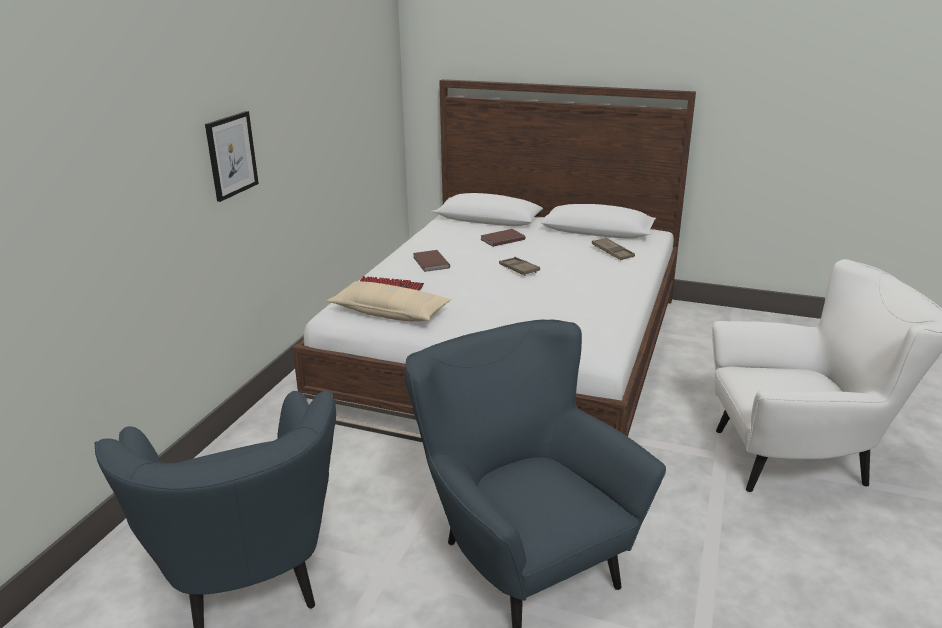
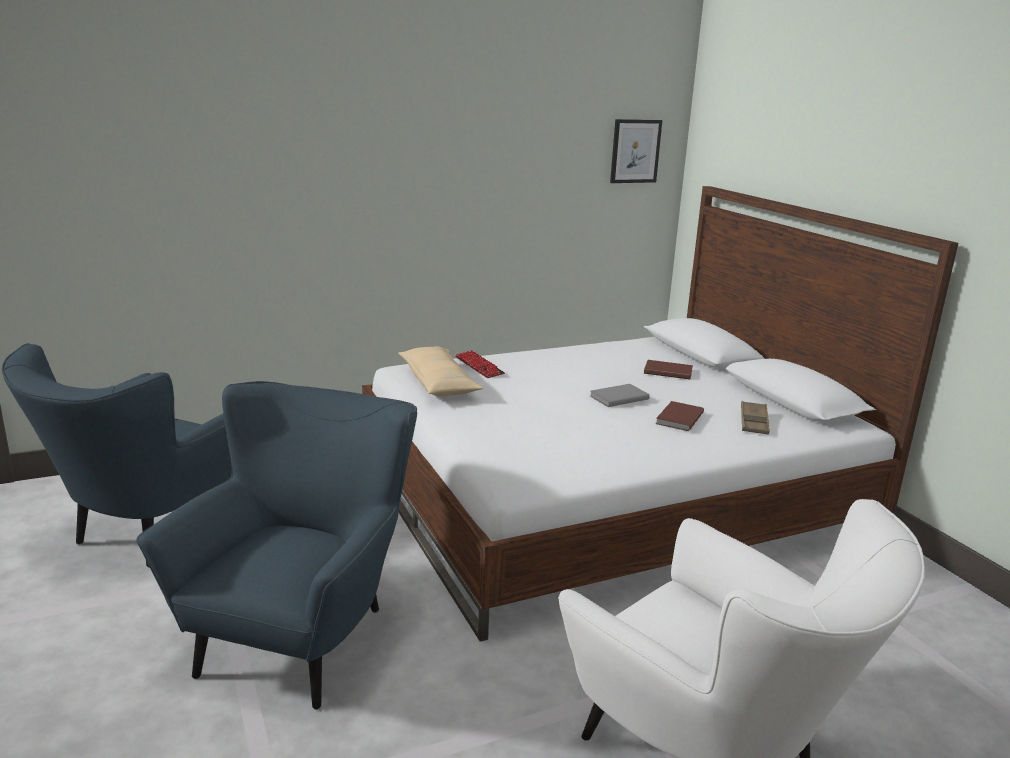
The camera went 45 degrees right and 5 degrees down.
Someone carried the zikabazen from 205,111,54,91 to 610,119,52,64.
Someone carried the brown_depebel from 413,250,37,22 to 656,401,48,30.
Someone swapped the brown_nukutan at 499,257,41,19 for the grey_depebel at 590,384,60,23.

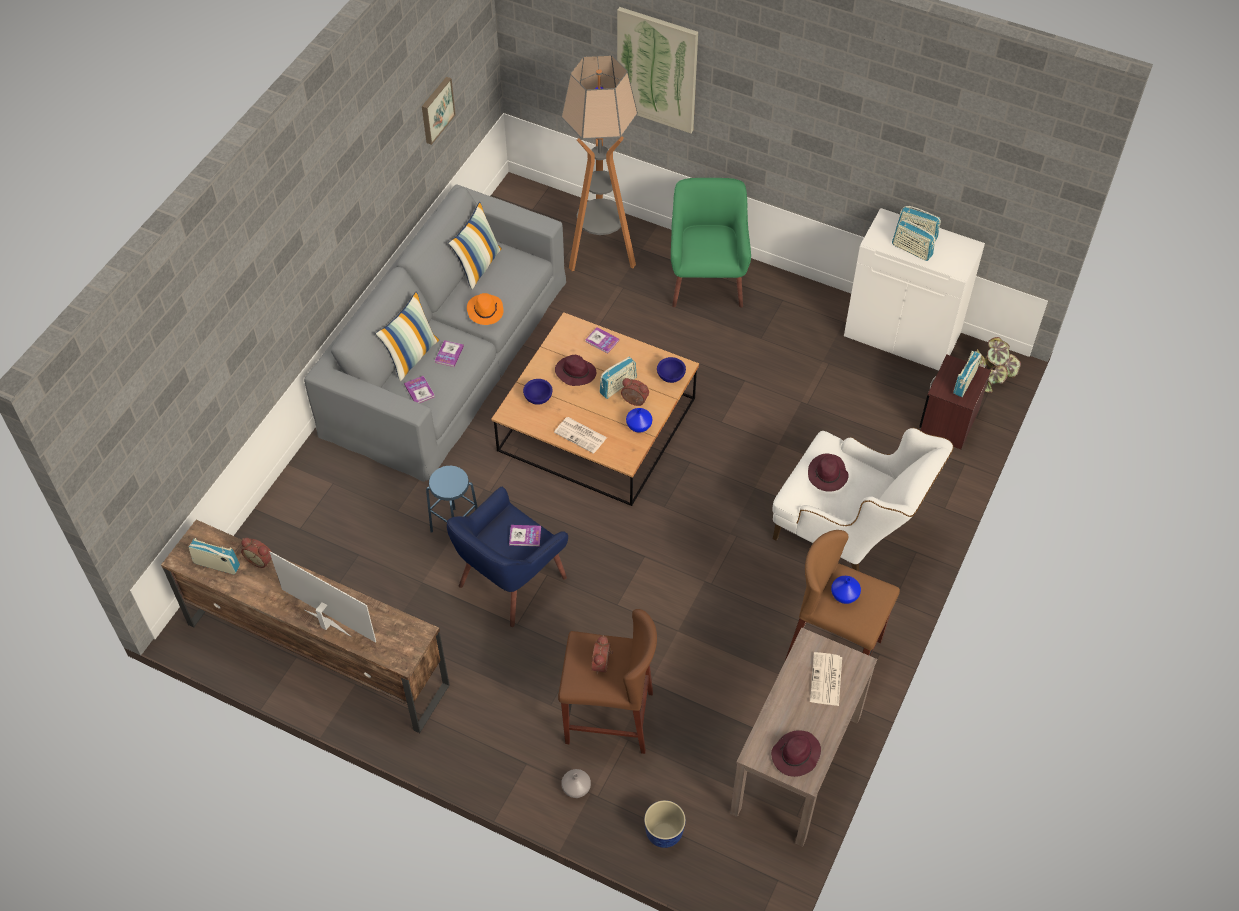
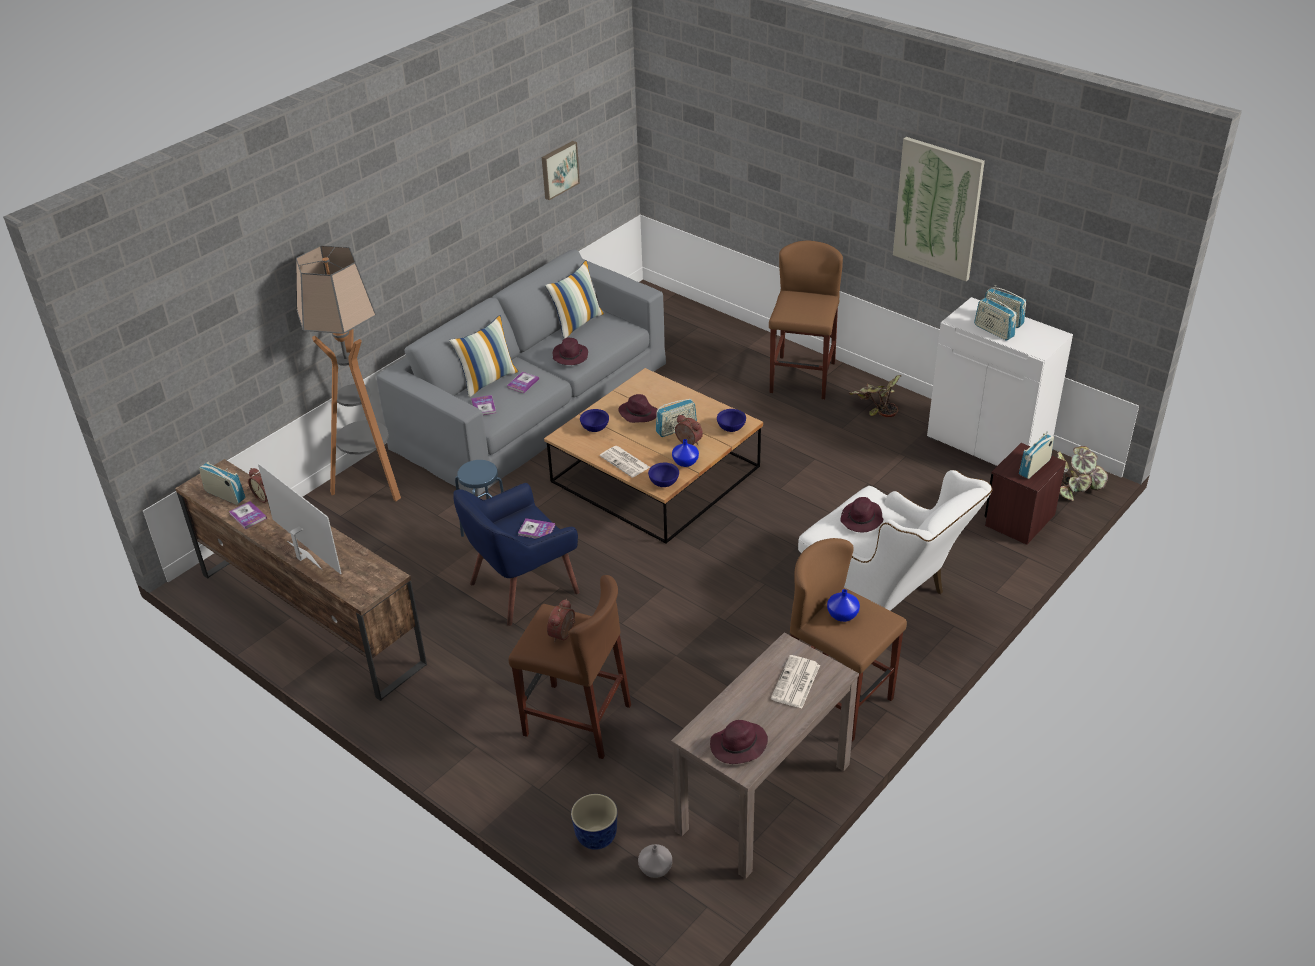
The camera went 15 degrees right and 15 degrees down.
Someone repainted the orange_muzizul at 467,293,36,32, which became the purple_muzizul at 553,337,35,28.
Someone carried the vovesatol from 561,55,77,216 to 296,245,105,256.
Someone carried the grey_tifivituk from 561,769,30,29 to 638,844,34,34.
Someone carried the depebel from 585,327,34,27 to 229,501,38,28.
Someone carried the zikabazen from 617,7,81,127 to 893,137,92,144.
Someone swapped the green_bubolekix at 671,178,80,130 for the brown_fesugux at 769,240,74,159.
Someone put down the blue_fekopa at 648,463,31,24.
Someone put down the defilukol at 849,375,53,42.

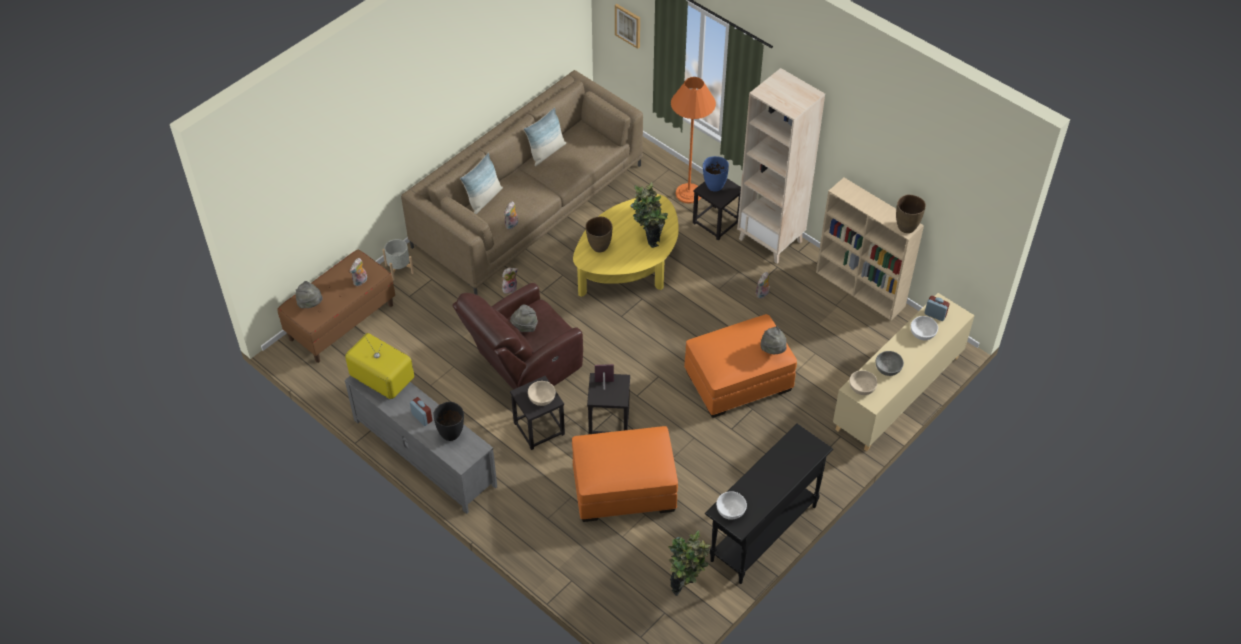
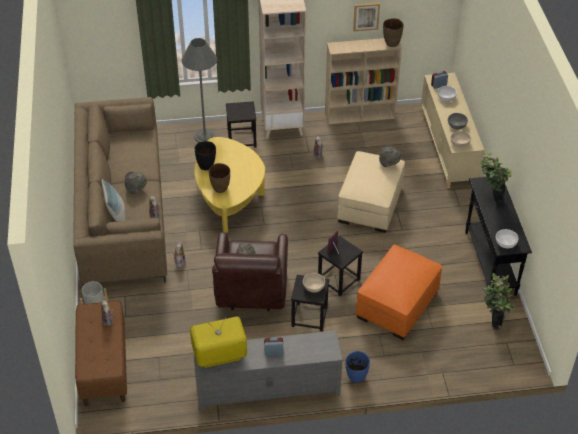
The camera went 50 degrees left and 5 degrees down.
Someone carried the grey_muzizul from 296,281,27,27 to 125,172,22,22.
Someone carried the black_tifivituk from 433,402,31,39 to 195,141,21,29.
Someone took away the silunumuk at 524,107,42,59.
Someone carried the zikabazen from 615,4,25,45 to 353,3,27,29.
Someone carried the defilukol from 631,182,37,66 to 480,153,33,50.
Someone repainted the orange_vovesatol at 671,77,45,127, which became the grey_vovesatol at 182,38,35,105.
Someone repainted the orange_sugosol at 684,314,113,104, which became the beige_sugosol at 337,151,68,82.
Someone carried the blue_tifivituk from 703,156,26,36 to 345,351,25,32.

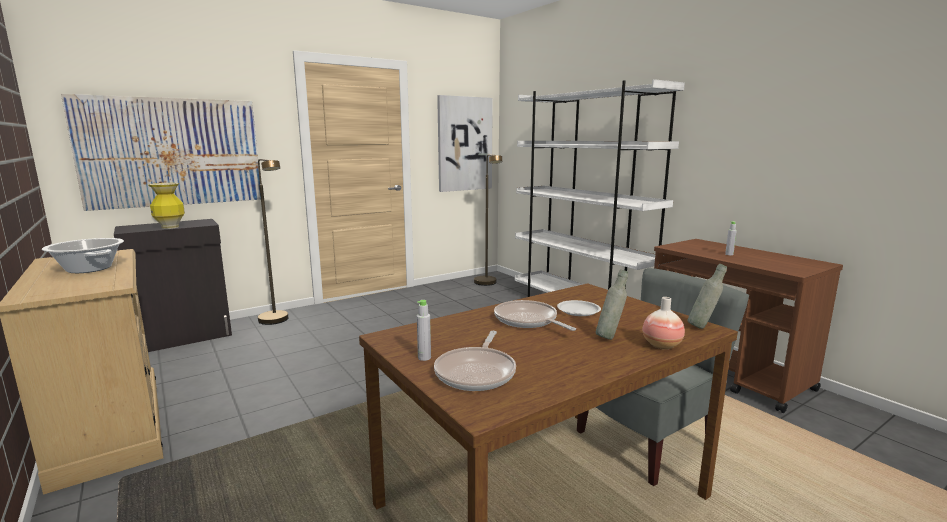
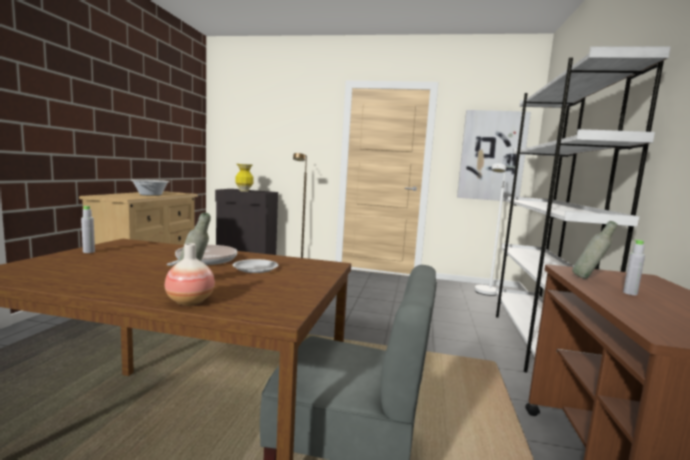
The camera went 45 degrees right and 5 degrees down.
Someone took away the zikabazen at 61,94,200,117.
Someone took away the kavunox at 434,331,82,60.
Someone repainted the brown_vovesatol at 474,154,28,132, which became the white_vovesatol at 474,163,33,133.
Someone carried the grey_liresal from 688,264,39,65 to 572,221,45,58.

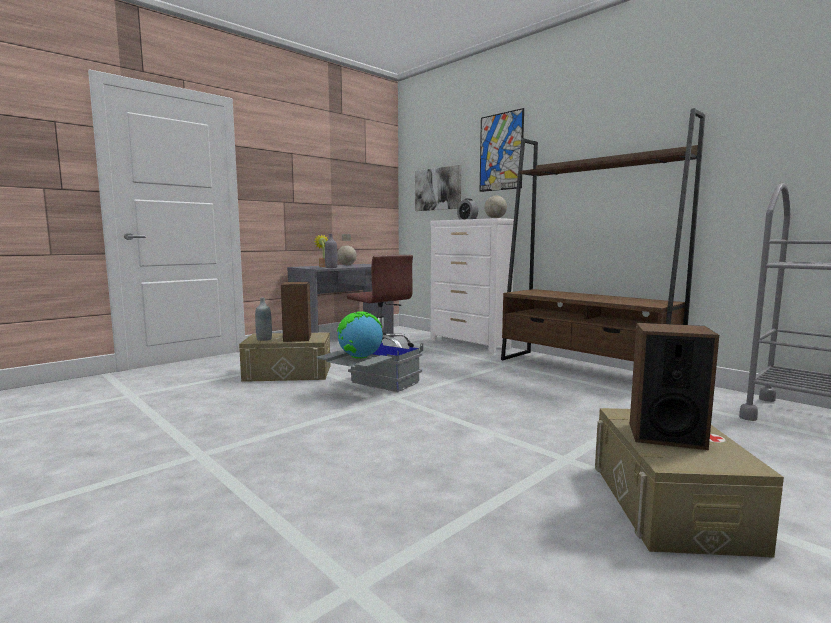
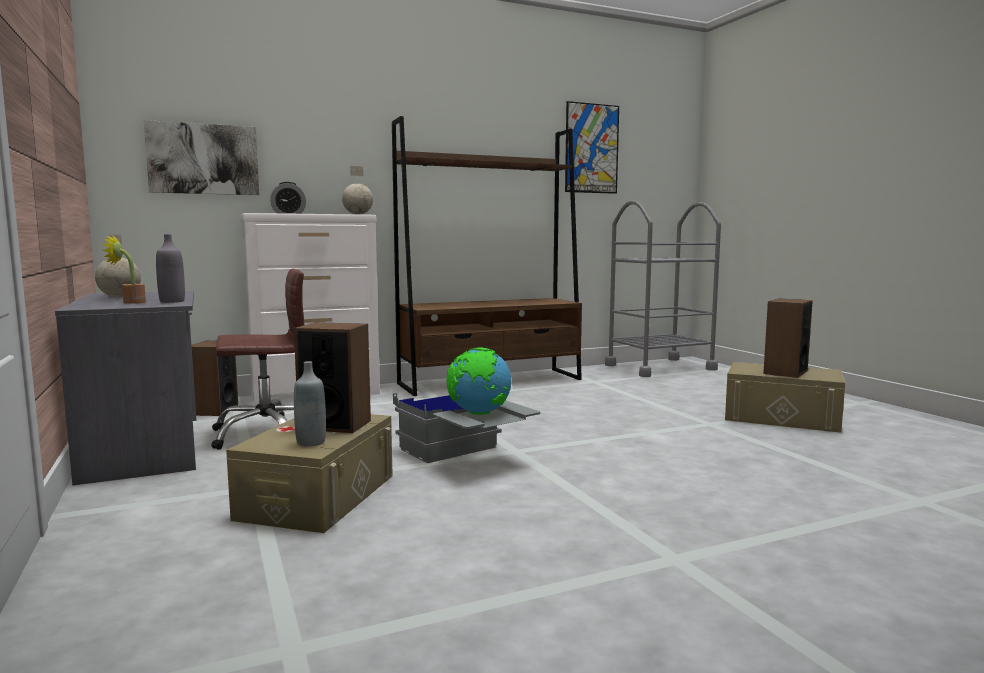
The camera went 70 degrees left and 0 degrees up.
Someone carried the zikabazen from 480,108,44,84 to 565,101,54,93.
Someone put down the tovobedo at 191,341,47,75.

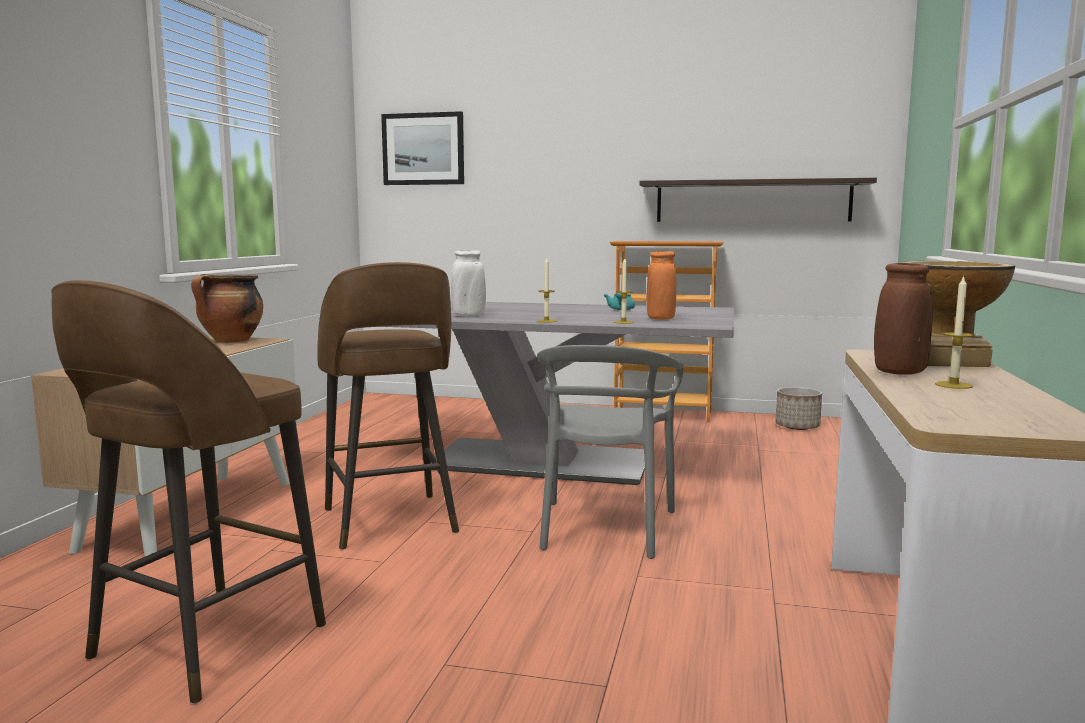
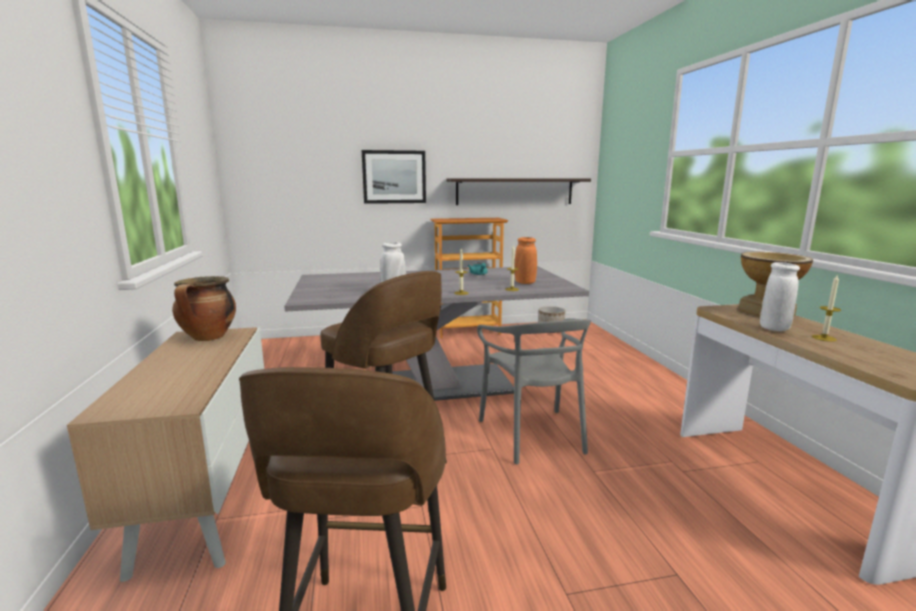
The camera went 25 degrees left and 5 degrees up.
Someone carried the zikabazen from 381,111,83,74 to 362,150,64,54.
Someone repainted the brown_tifivituk at 874,263,58,112, which became the white_tifivituk at 760,262,40,69.

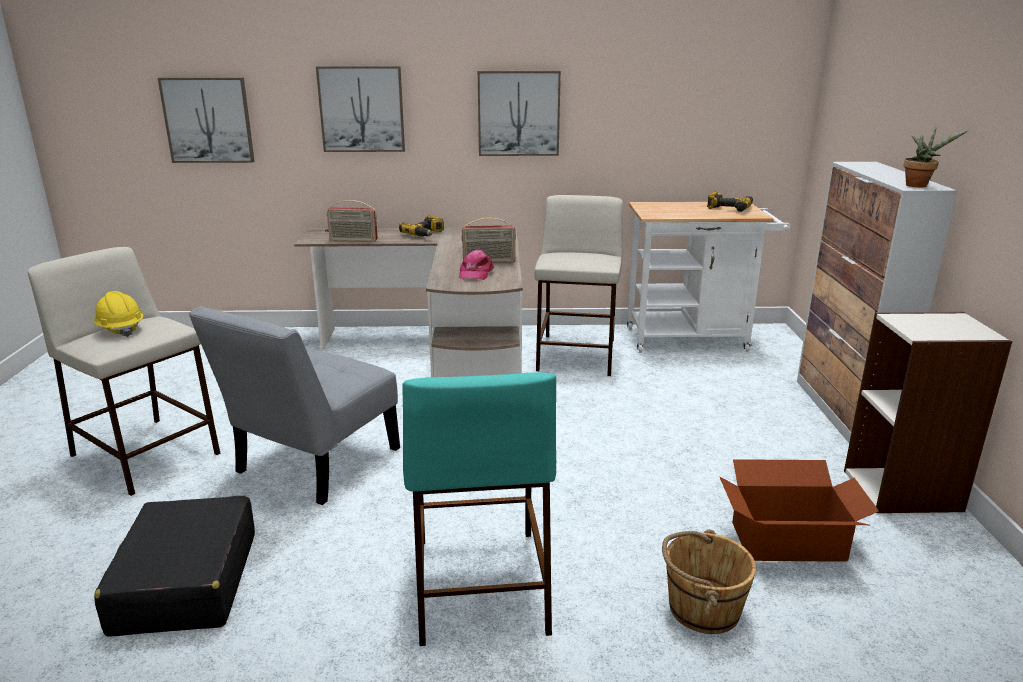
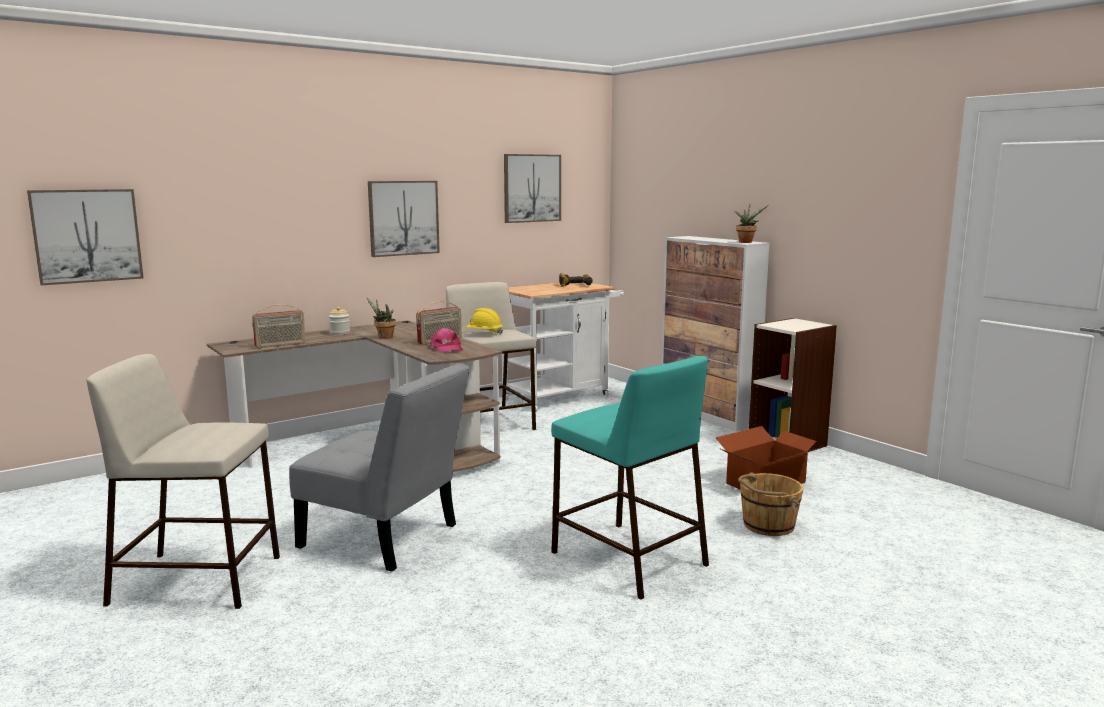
The camera went 35 degrees left and 10 degrees down.
Someone carried the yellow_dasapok from 94,291,49,46 to 465,308,38,27.
Someone took away the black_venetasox at 94,496,161,141.
Someone rotated the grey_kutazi at 189,306,211,199 by 60 degrees counterclockwise.
Someone carried the zikabazen from 316,66,89,86 to 504,154,57,69.
Someone swapped the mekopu at 399,215,45,21 for the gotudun at 329,307,21,28.
Someone put down the defilukol at 367,297,29,42.

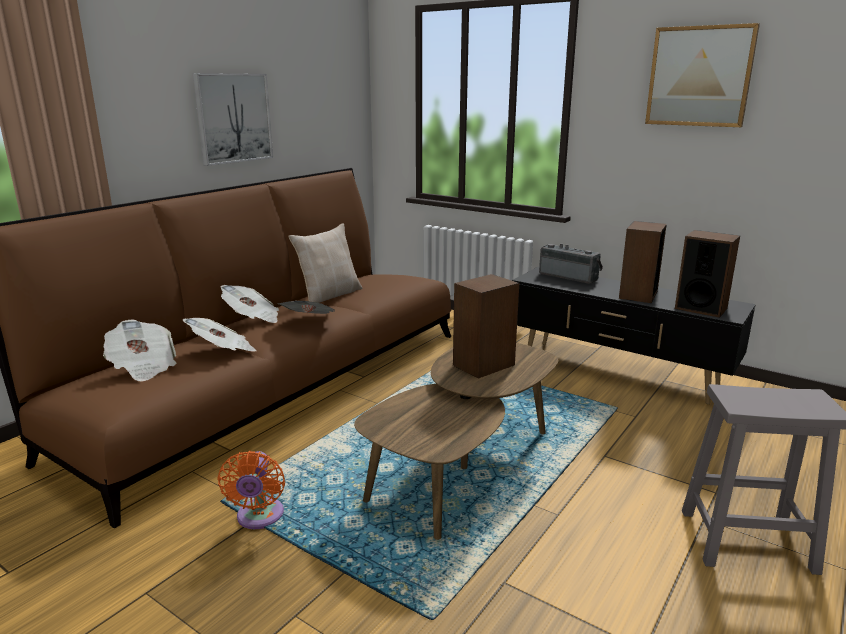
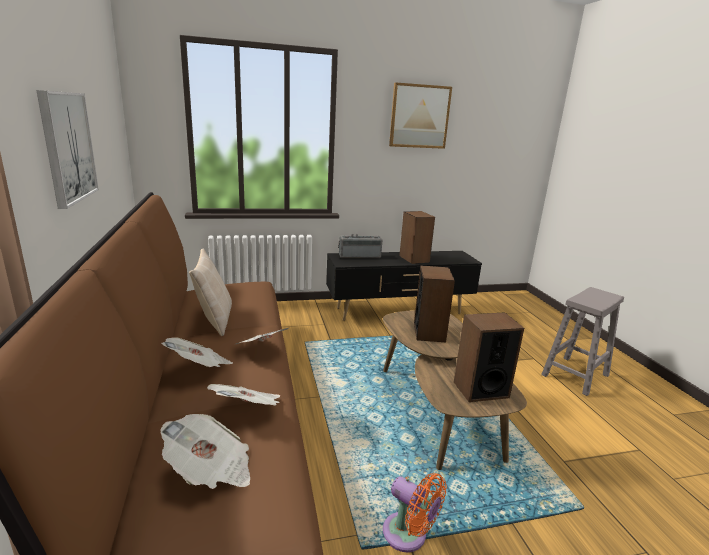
The camera went 50 degrees left and 0 degrees up.
Someone carried the tovobedo from 675,230,65,88 to 454,312,70,90.

